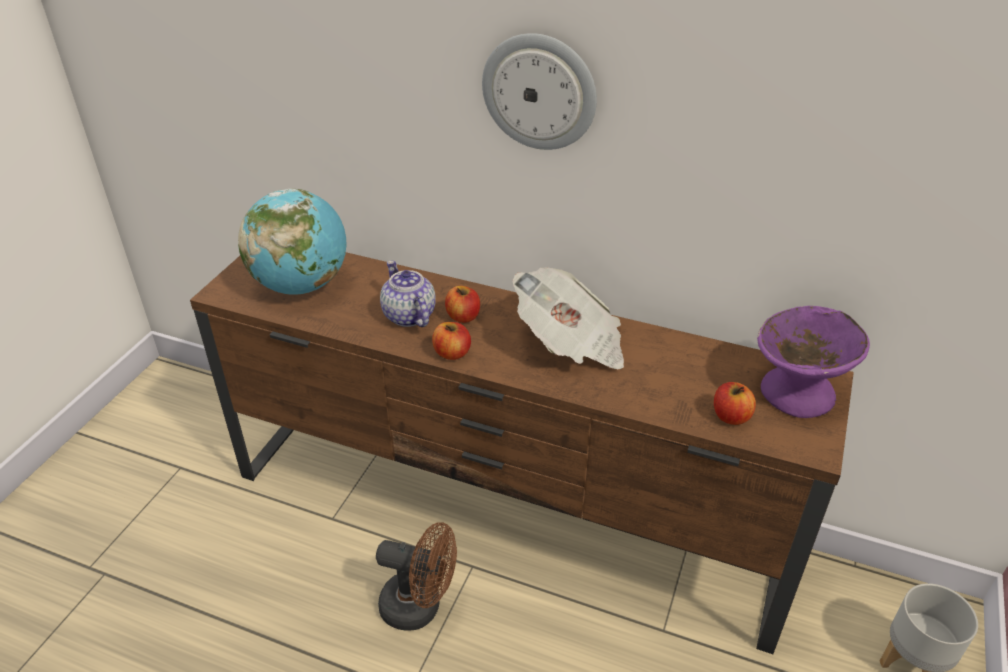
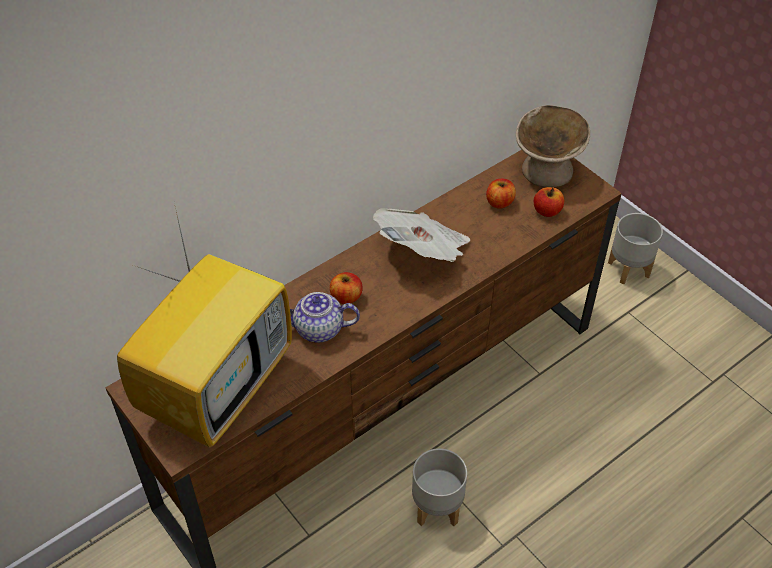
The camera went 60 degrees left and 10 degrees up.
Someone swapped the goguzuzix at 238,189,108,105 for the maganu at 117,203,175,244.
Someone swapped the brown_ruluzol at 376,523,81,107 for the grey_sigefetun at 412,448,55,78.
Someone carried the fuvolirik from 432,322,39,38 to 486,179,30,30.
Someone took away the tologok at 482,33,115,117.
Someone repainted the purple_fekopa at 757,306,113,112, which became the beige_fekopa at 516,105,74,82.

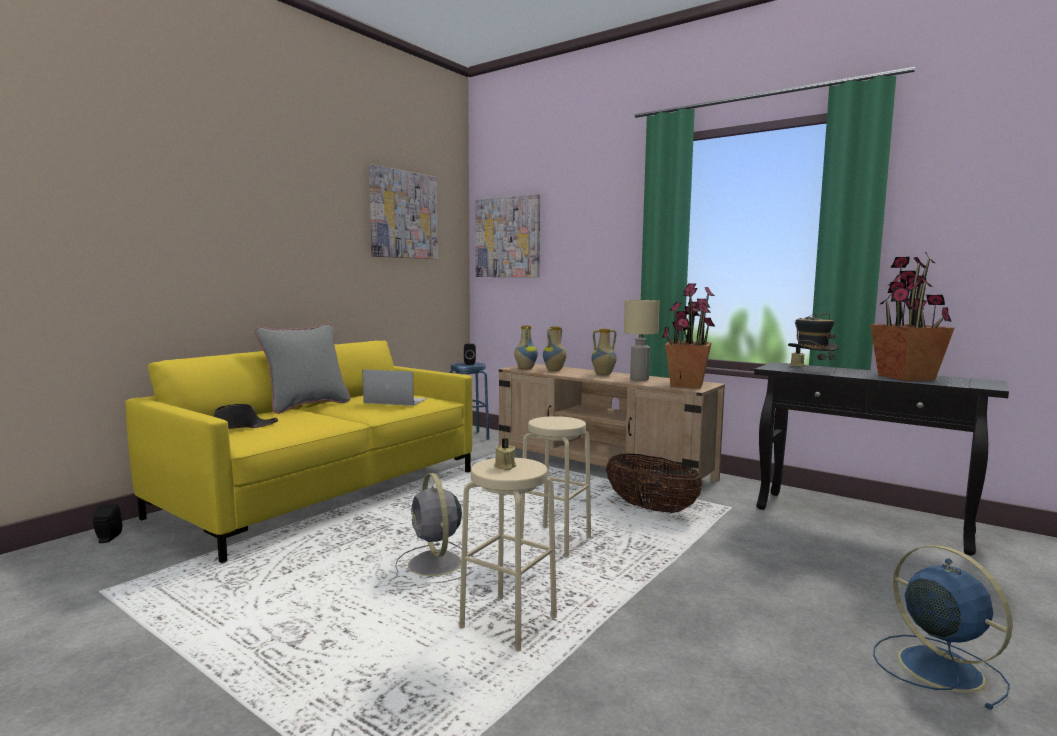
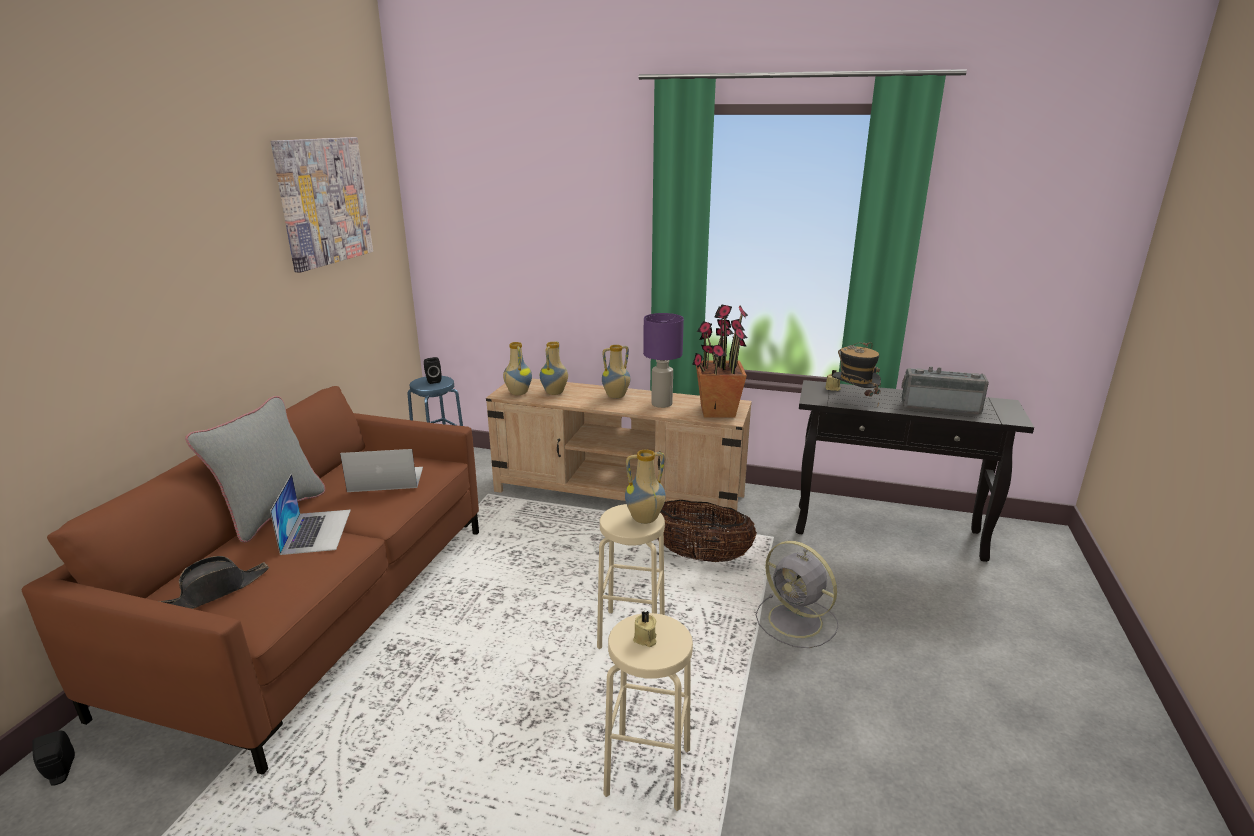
The camera went 20 degrees left and 15 degrees up.
Someone repainted the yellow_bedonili at 125,341,347,222, which became the brown_bedonili at 21,386,458,389.
Someone carried the grey_ruluzol from 395,473,80,110 to 756,541,82,107.
Someone took away the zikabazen at 476,194,64,83.
Someone repainted the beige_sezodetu at 624,300,36,81, which became the purple_sezodetu at 643,313,41,95.
Someone swapped the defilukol at 870,252,84,129 for the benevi at 902,366,87,48.
Someone took away the blue_ruluzol at 873,545,140,165.
Someone put down the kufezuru at 270,473,81,82.
Someone put down the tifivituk at 625,450,41,74.

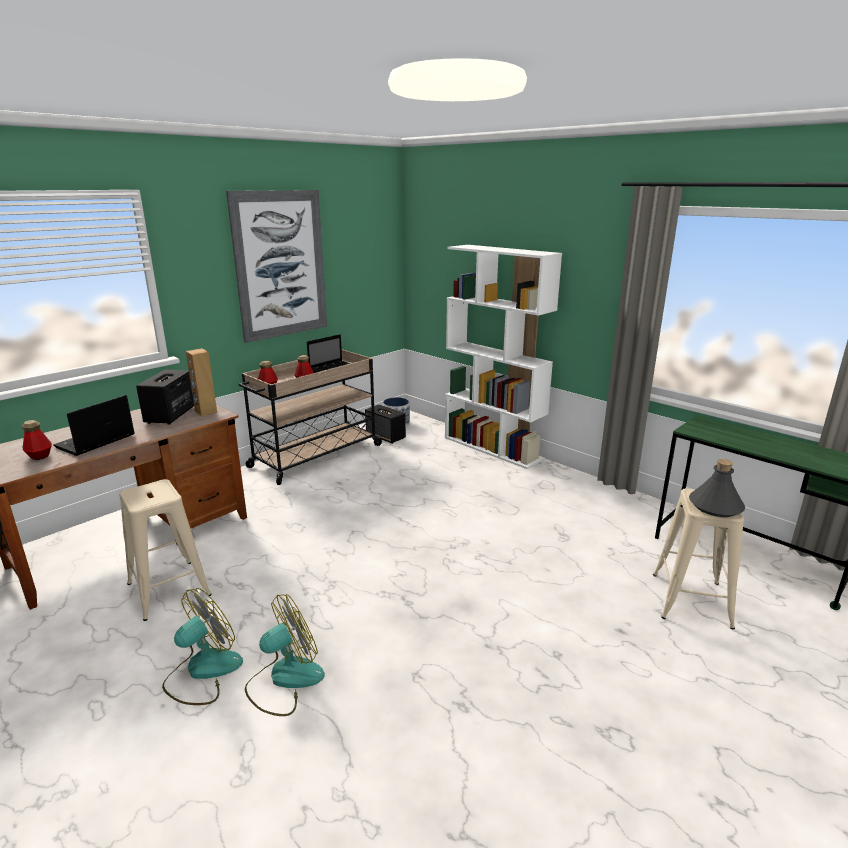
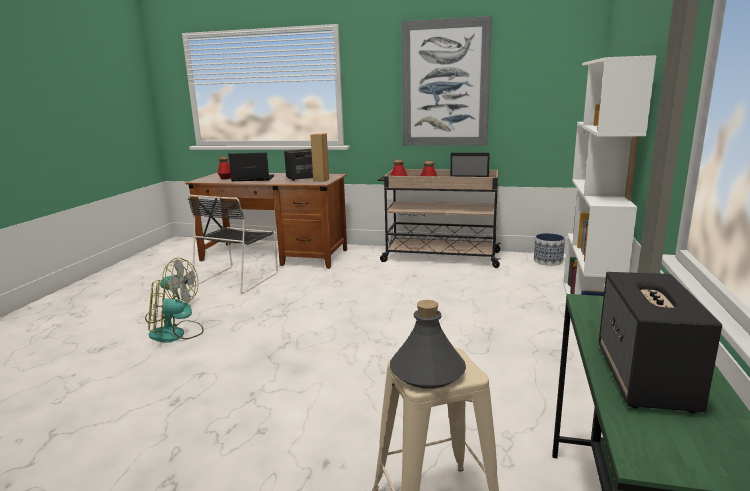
The camera went 60 degrees right and 5 degrees down.
Someone swapped the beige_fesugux at 119,479,93,142 for the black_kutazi at 188,194,90,100.
Someone rotated the ruluzol at 245,594,80,122 by 135 degrees clockwise.
Someone carried the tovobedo from 365,404,41,40 to 598,272,124,141.

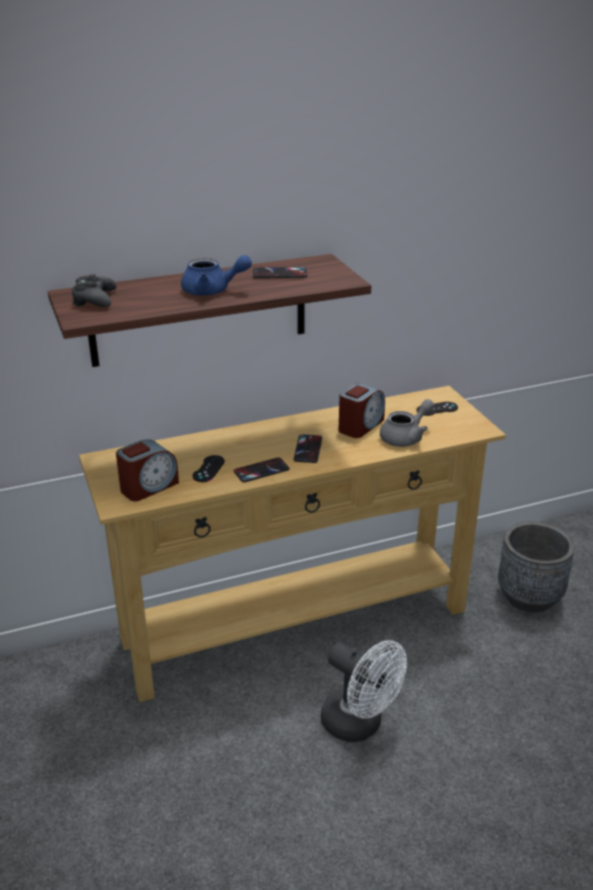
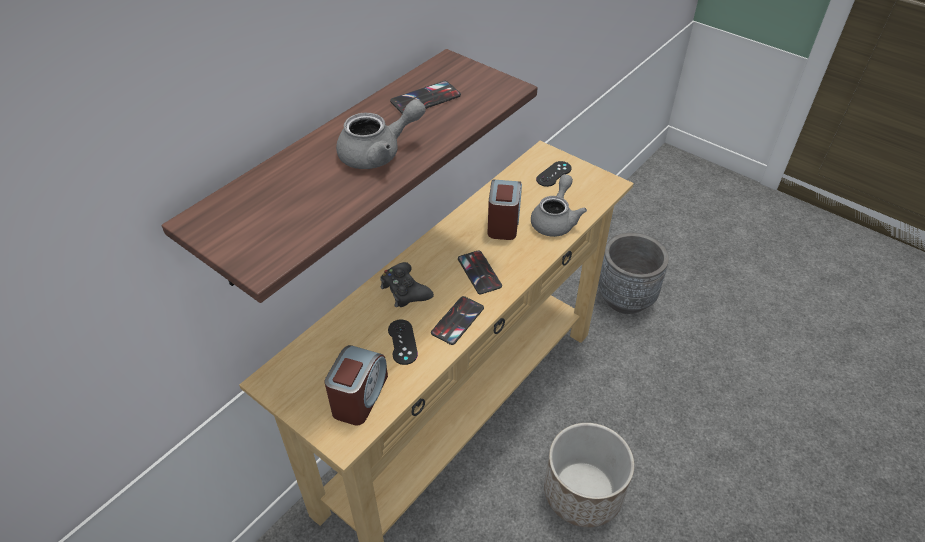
The camera went 30 degrees left and 15 degrees up.
Someone carried the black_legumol from 72,274,45,33 to 380,262,54,45.
Someone repainted the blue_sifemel at 181,255,71,40, which became the grey_sifemel at 336,99,90,70.
Someone swapped the white_ruluzol at 321,640,86,102 for the sigefetun at 544,423,90,105.

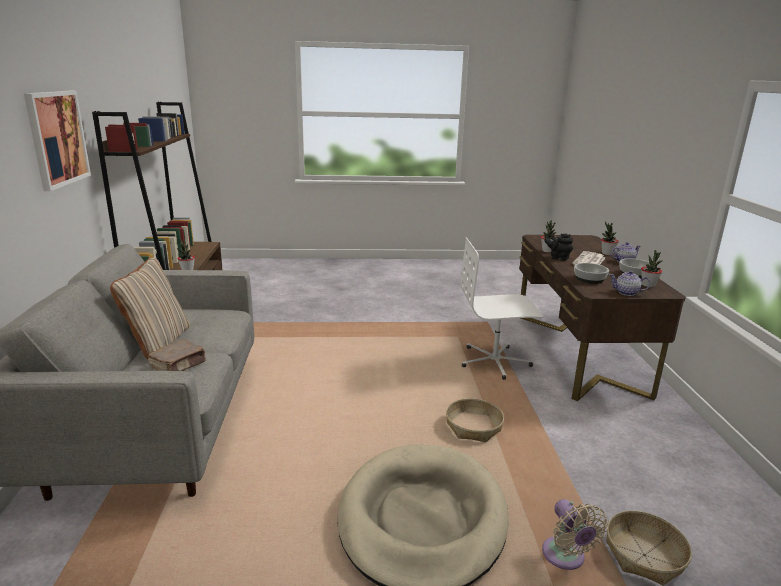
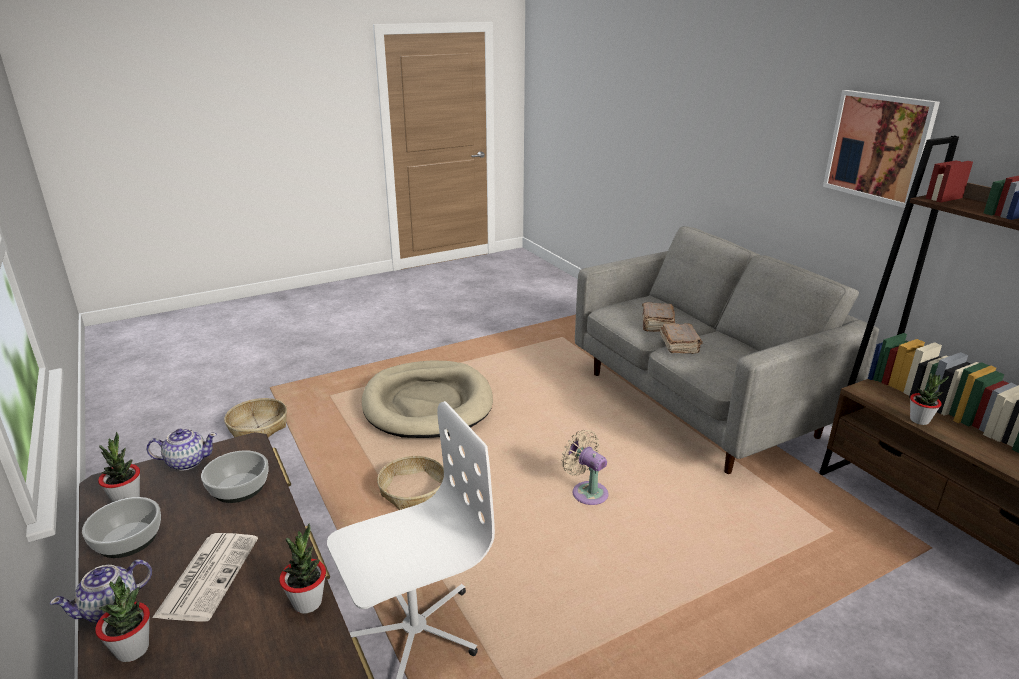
The camera went 155 degrees right and 5 degrees up.
Someone took away the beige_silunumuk at 110,257,80,102.
Someone carried the beige_ruluzol from 542,499,66,71 to 561,430,47,75.
Someone took away the black_sifemel at 545,233,28,28.
Someone put down the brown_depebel at 660,323,43,31.

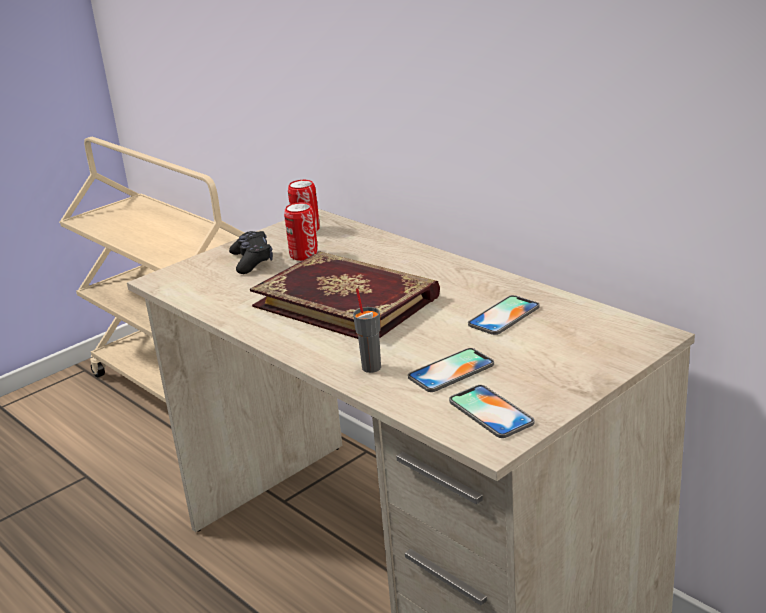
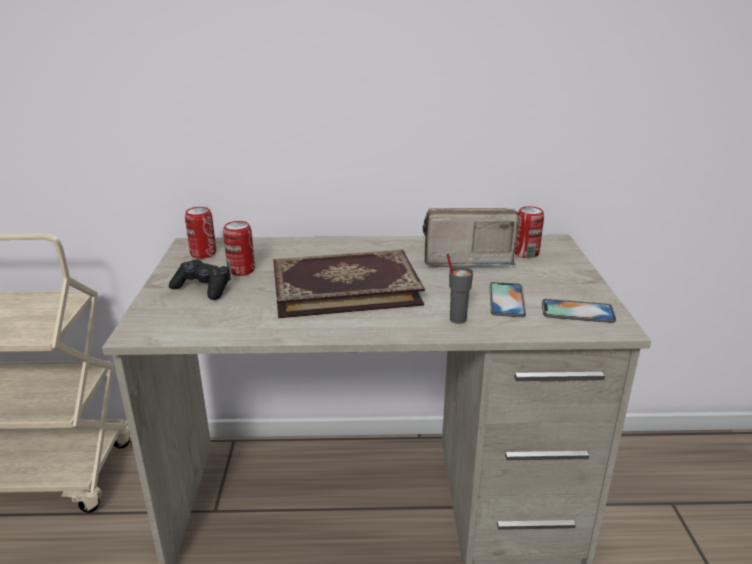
The camera went 50 degrees left and 0 degrees up.
Someone swapped the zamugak at 468,295,71,40 for the benevi at 422,208,97,59.
Someone put down the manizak at 514,206,30,52.

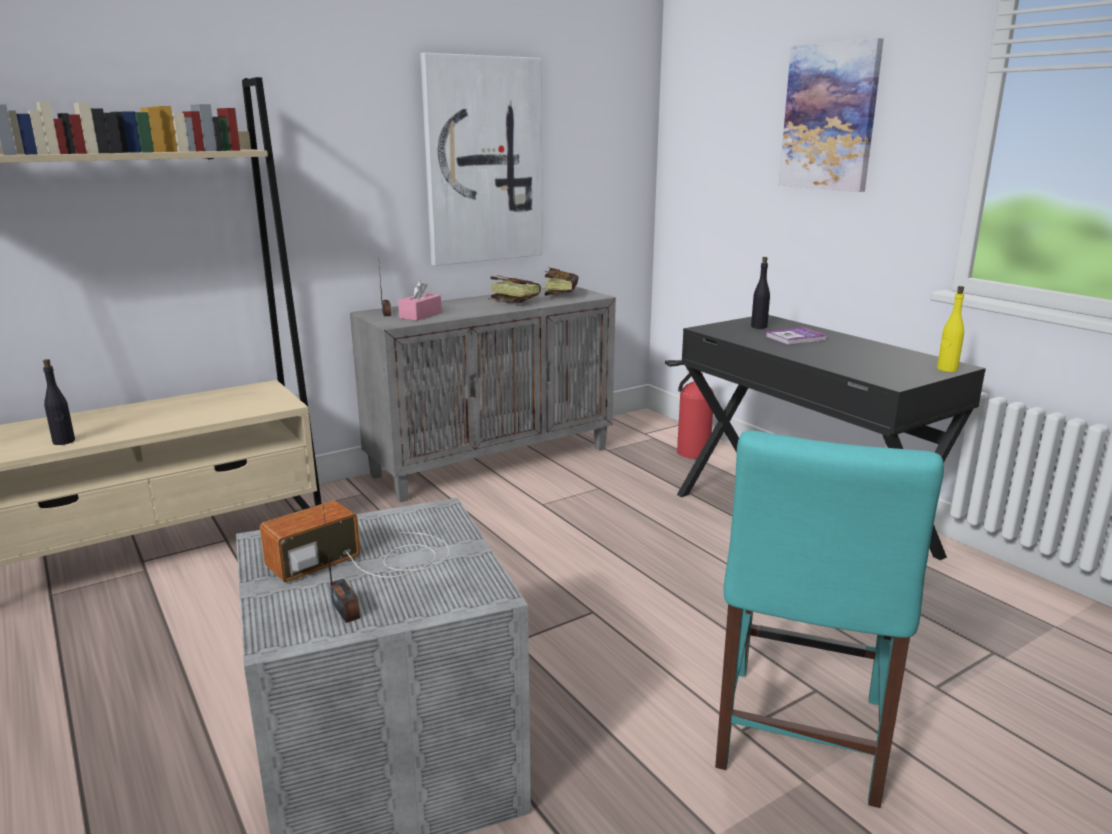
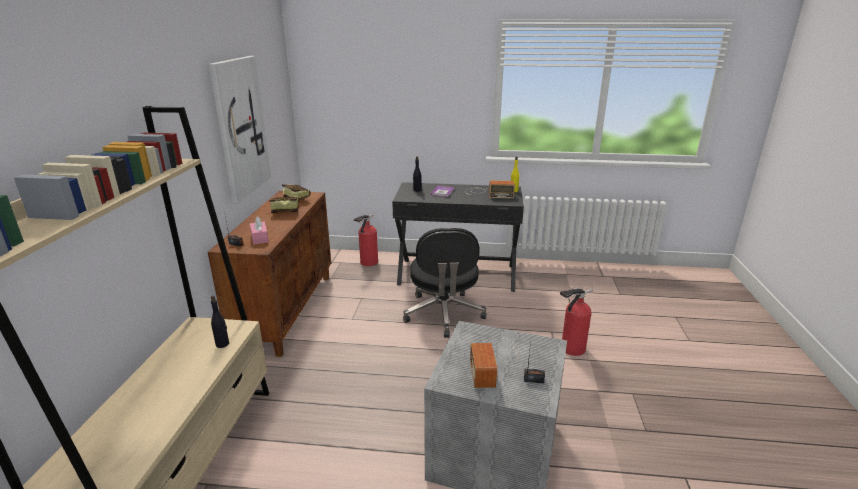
The camera went 50 degrees left and 5 degrees up.
Someone carried the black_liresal from 43,359,32,86 to 211,296,18,52.
Someone repainted the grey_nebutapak at 350,287,266,215, which became the brown_nebutapak at 208,191,123,166.
Someone swapped the turquoise_kutazi at 715,430,229,378 for the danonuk at 560,288,33,68.
Someone took away the zikabazen at 779,38,105,154.
Someone put down the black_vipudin at 403,228,84,110.
Someone put down the benevi at 465,181,50,17.

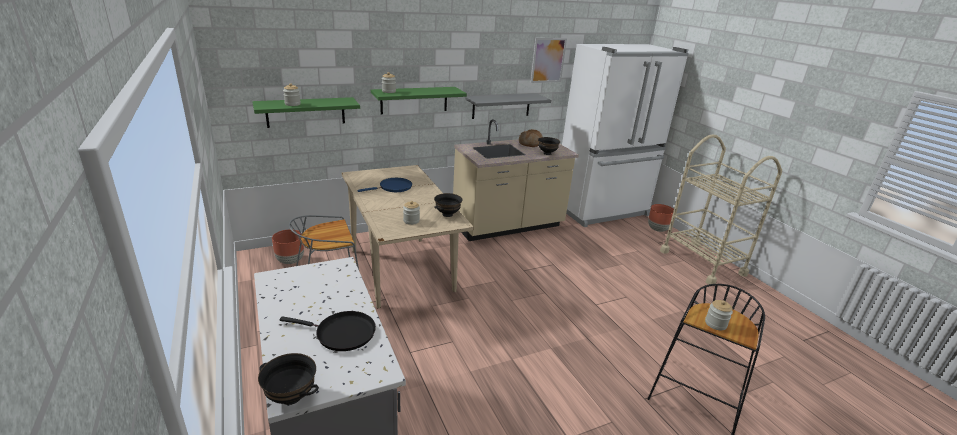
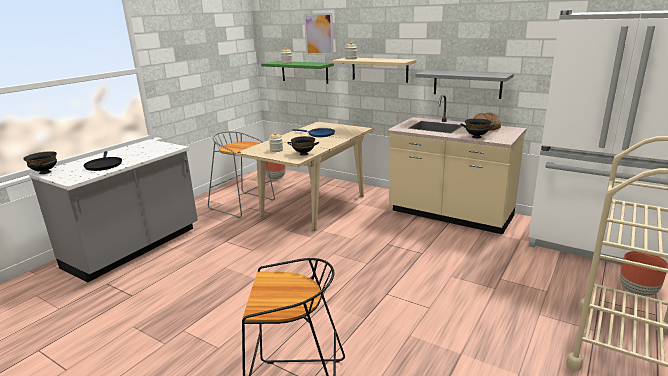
The camera went 60 degrees right and 5 degrees down.
Someone repainted the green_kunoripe at 371,87,96,27, which became the beige_kunoripe at 332,58,85,25.
Someone carried the zikabazen from 531,38,36,45 to 304,13,30,43.
Someone took away the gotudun at 705,300,28,30.

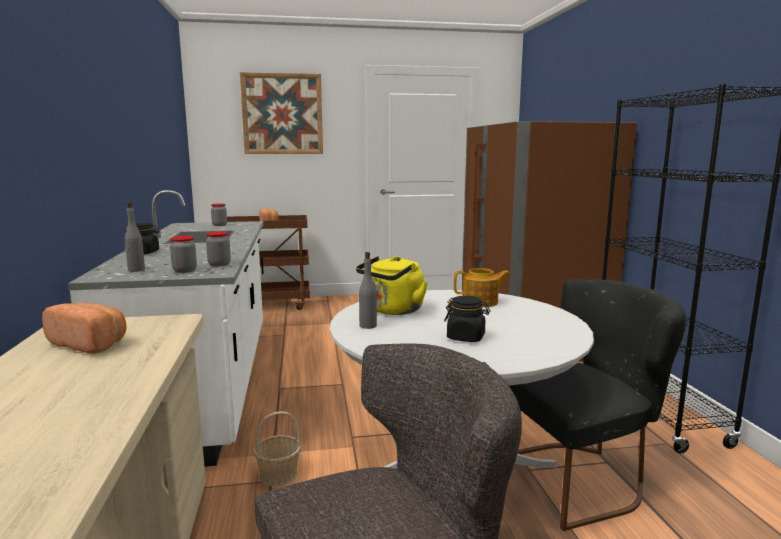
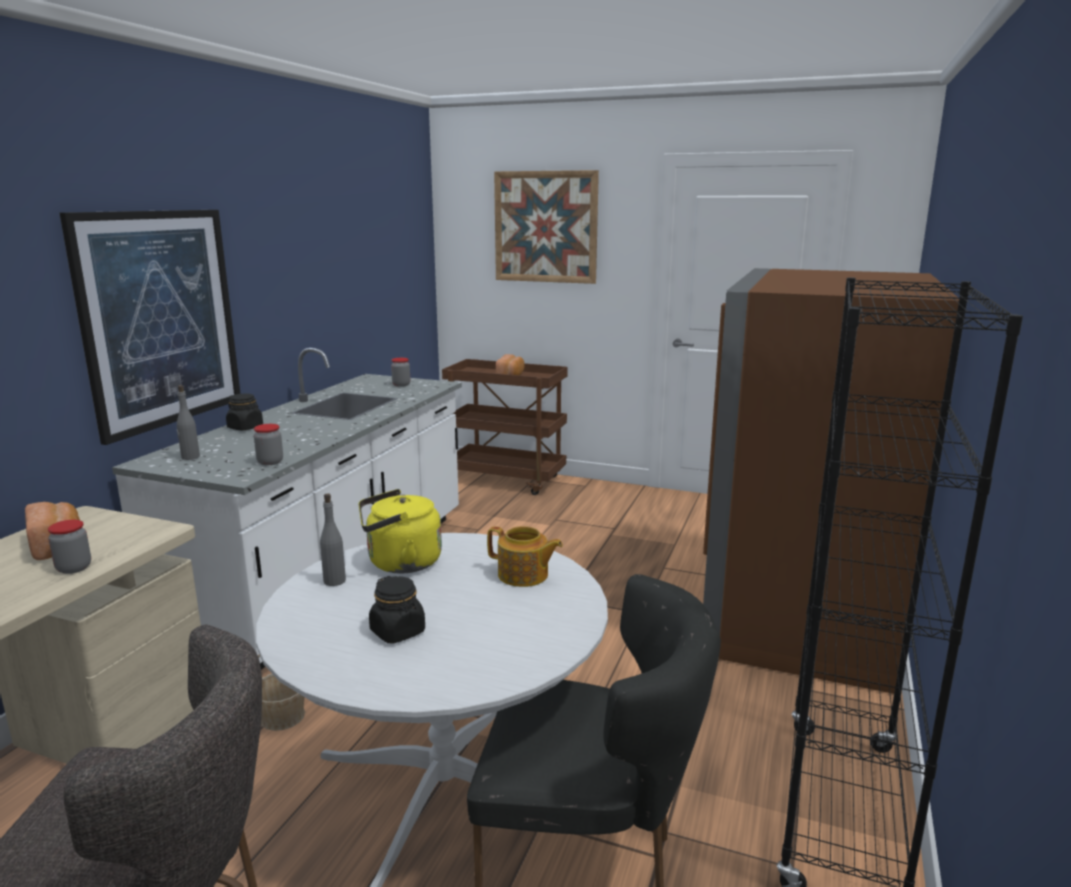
The camera went 30 degrees right and 5 degrees up.
Someone carried the gotudun from 170,236,27,37 to 48,520,43,54.
Someone put up the zikabazen at 60,210,181,235.

